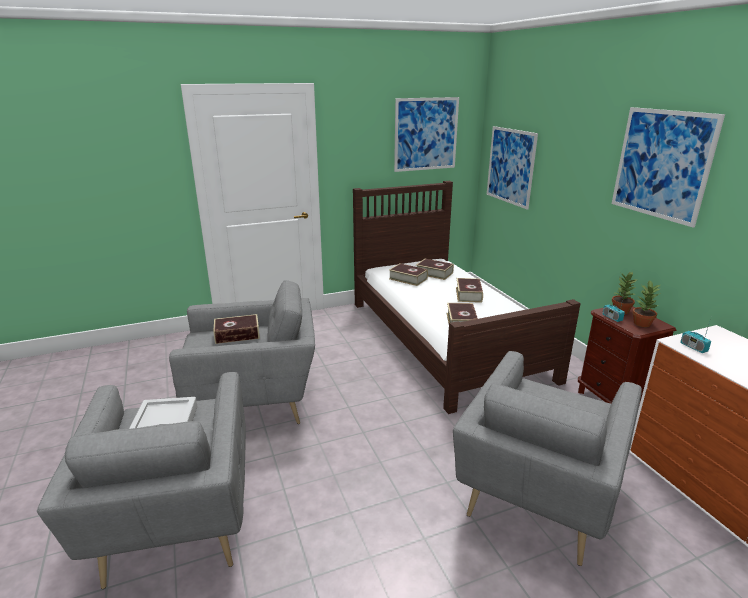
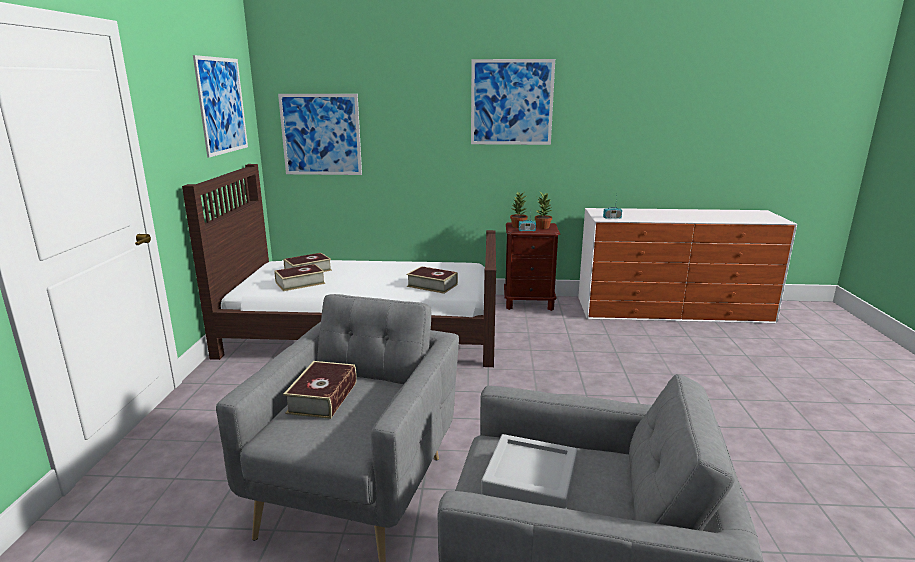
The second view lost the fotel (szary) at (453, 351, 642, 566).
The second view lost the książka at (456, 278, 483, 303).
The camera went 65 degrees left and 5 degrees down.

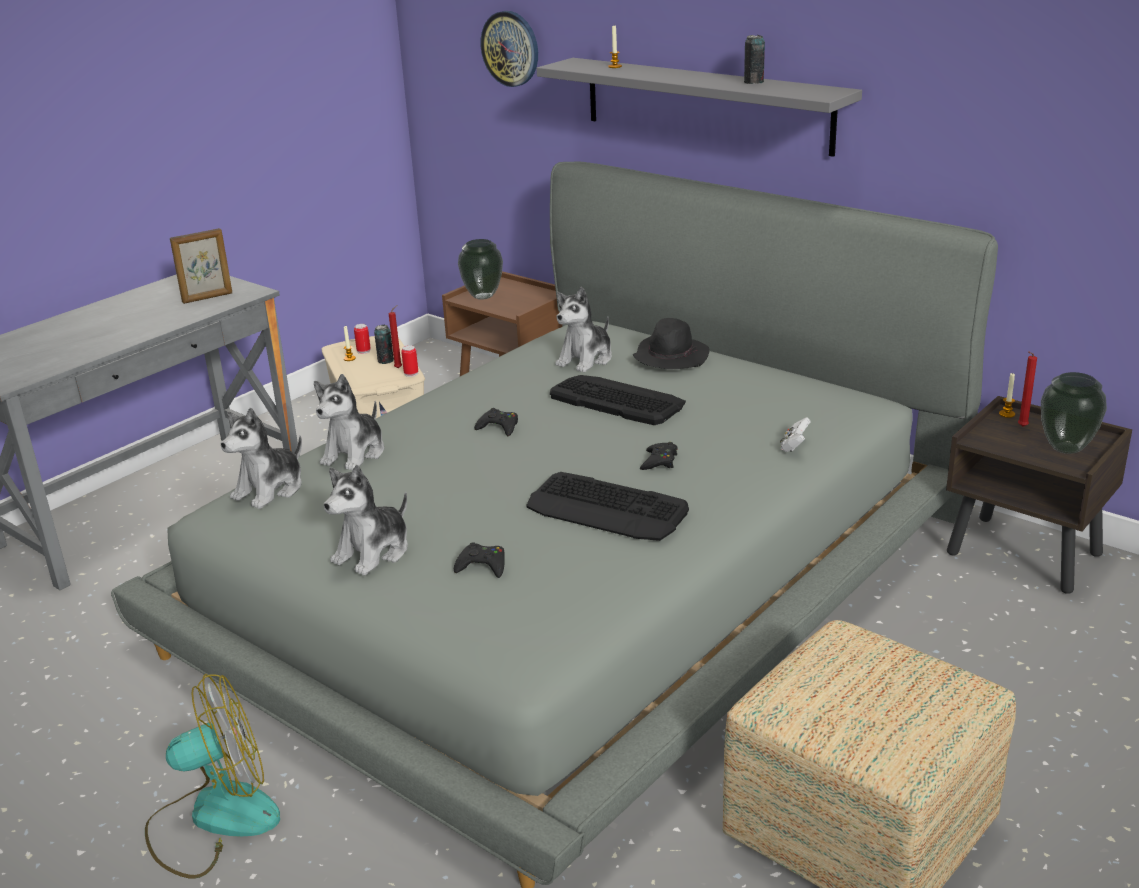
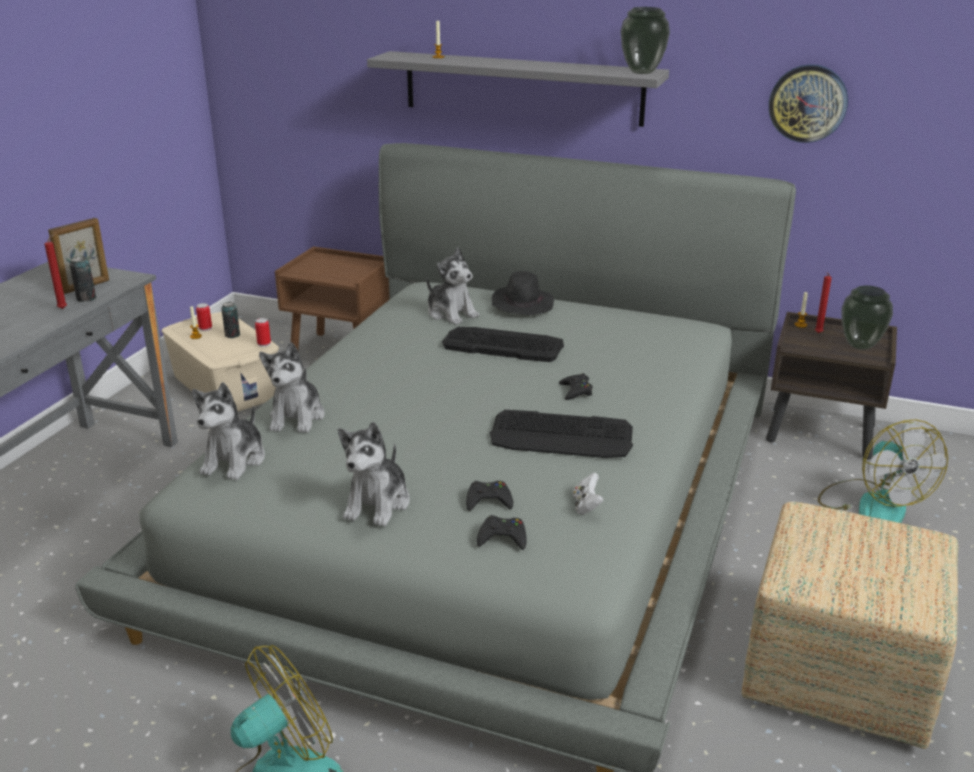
The świeca (czerwony) ended up elsewhere, having gone from (389, 305, 402, 369) to (44, 233, 67, 309).
The puszka ended up elsewhere, having gone from (744, 35, 765, 84) to (70, 256, 96, 302).
The pluszak at (555, 287, 612, 373) ended up facing another way, 60 degrees counterclockwise from before.
The pad do gier (czarny) ended up elsewhere, having gone from (474, 408, 518, 436) to (477, 515, 527, 550).
The pad do gier (biały) ended up elsewhere, having gone from (780, 417, 810, 452) to (573, 473, 604, 515).
The wazon ended up elsewhere, having gone from (458, 239, 503, 300) to (620, 7, 670, 74).
The zegar ścienny ended up elsewhere, having gone from (481, 11, 538, 87) to (768, 64, 848, 143).
The second view gained the wentylator at (818, 419, 948, 523).
The camera went 20 degrees left and 0 degrees up.

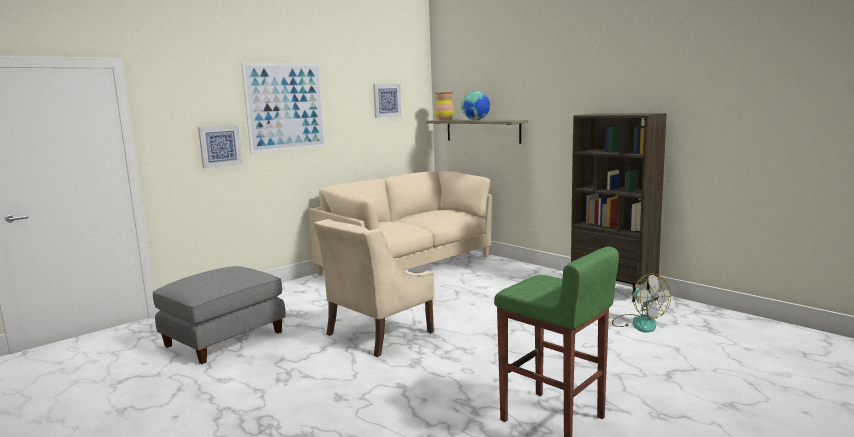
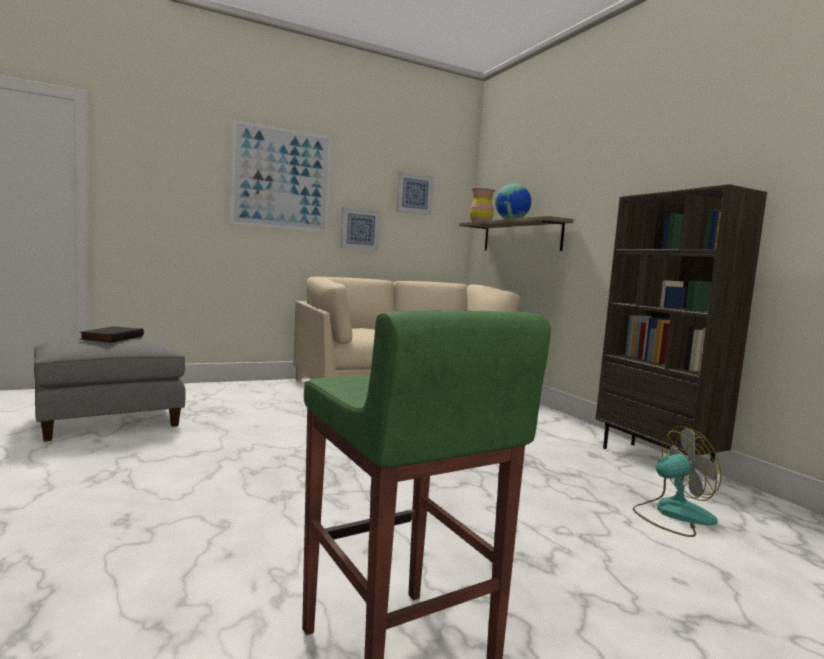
The second view gained the książka (czarny) at (79, 326, 144, 343).
The obraz ended up elsewhere, having gone from (198, 125, 243, 168) to (340, 207, 381, 251).
The wentylator at (612, 273, 671, 333) ended up facing another way, 90 degrees counterclockwise from before.
The second view lost the fotel (beżowy) at (314, 219, 435, 357).
The camera went 15 degrees right and 5 degrees down.

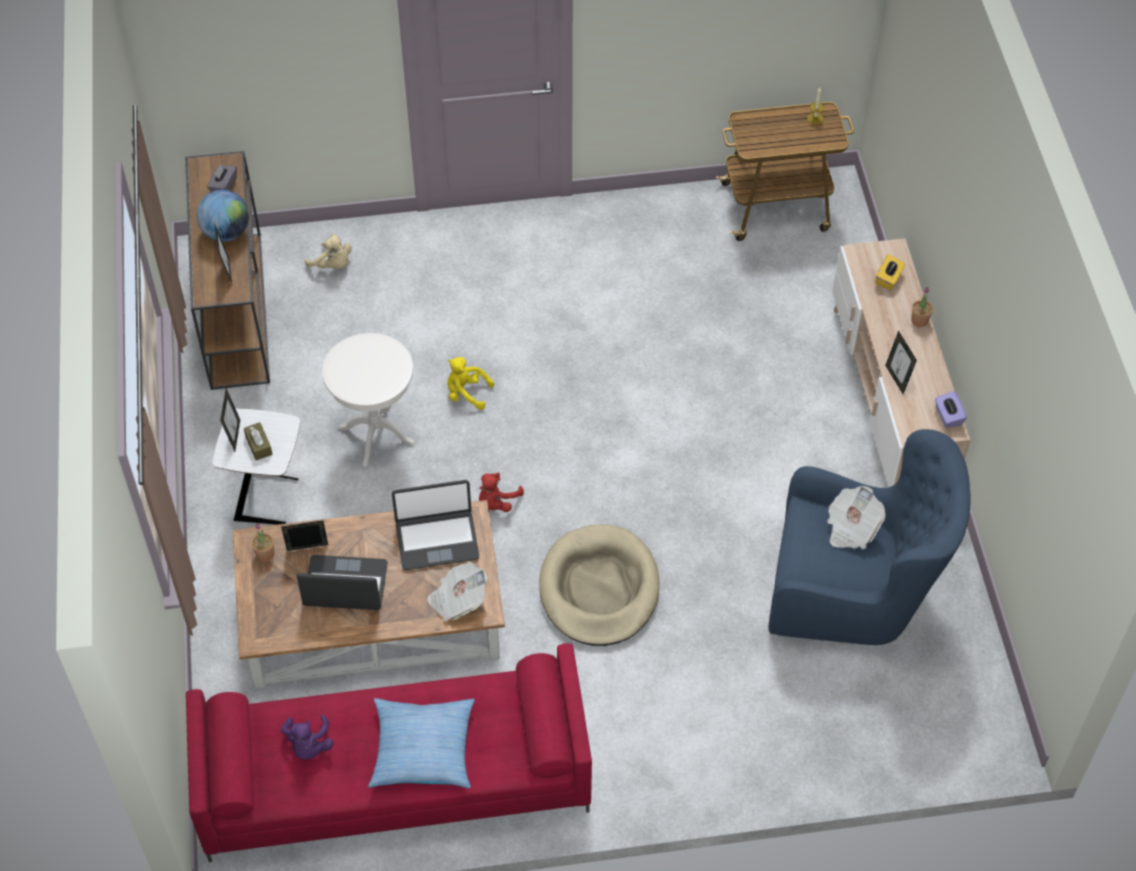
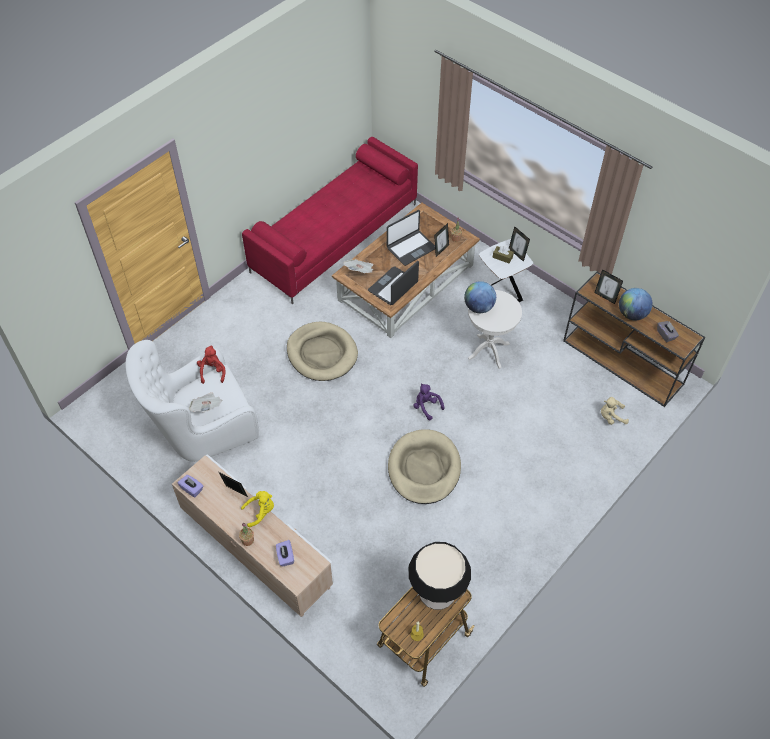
What was the fotel (niebieski) at (769, 429, 971, 645) turned into the fotel (biały) at (125, 340, 259, 462).
The pluszak (czerwony) ended up elsewhere, having gone from (479, 473, 524, 512) to (197, 345, 225, 384).
The pluszak (żółty) ended up elsewhere, having gone from (448, 357, 494, 410) to (241, 491, 274, 528).
What was the pudełko chusteczek (żółty) at (876, 254, 905, 290) turned into the pudełko chusteczek (fioletowy) at (276, 540, 294, 567).
The second view gained the legowisko (beżowy) at (388, 429, 461, 504).
The second view gained the lampa stołowa at (408, 542, 471, 610).
The pluszak (fioletowy) ended up elsewhere, having gone from (281, 715, 334, 760) to (413, 383, 445, 420).
The second view gained the globus at (464, 281, 496, 313).
The second view lost the poduszka at (368, 698, 475, 788).
The camera went 140 degrees right and 0 degrees up.

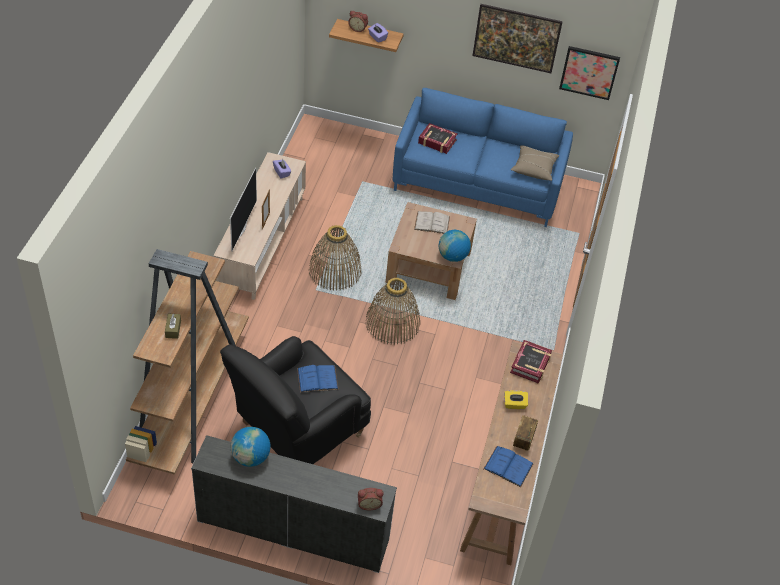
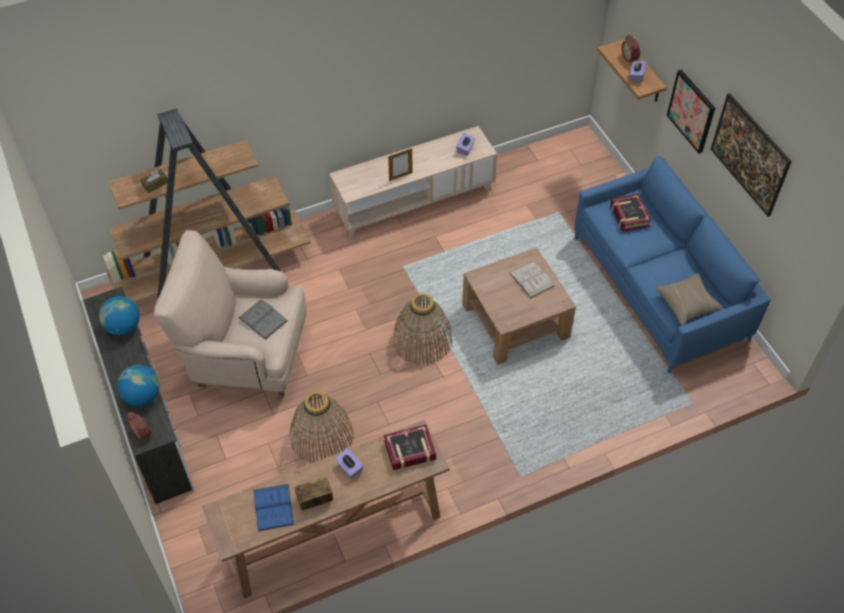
The globus ended up elsewhere, having gone from (439, 230, 471, 262) to (117, 365, 160, 406).
What was the fotel (czarny) at (220, 336, 371, 464) turned into the fotel (beżowy) at (154, 230, 307, 400).
What was the książka (niebieski) at (297, 365, 339, 392) turned into the książka (szary) at (239, 300, 288, 340).
The koszyk ended up elsewhere, having gone from (309, 225, 361, 291) to (290, 391, 354, 464).
What was the pudełko chusteczek (żółty) at (504, 391, 528, 409) turned into the pudełko chusteczek (fioletowy) at (335, 448, 364, 478).
The obraz ended up elsewhere, having gone from (559, 46, 620, 100) to (667, 69, 715, 154).
The second view lost the telewizor at (230, 167, 257, 252).
The camera went 55 degrees right and 5 degrees up.

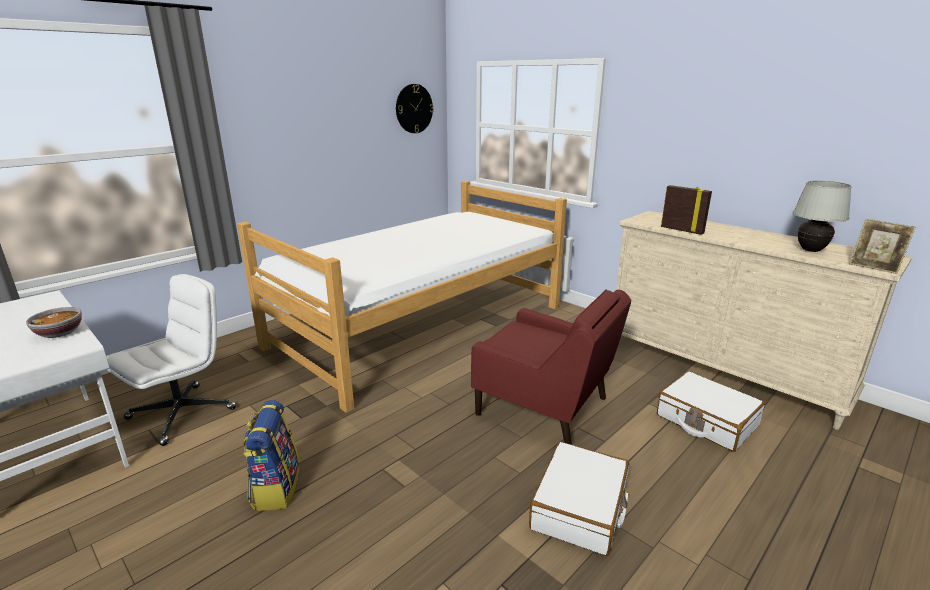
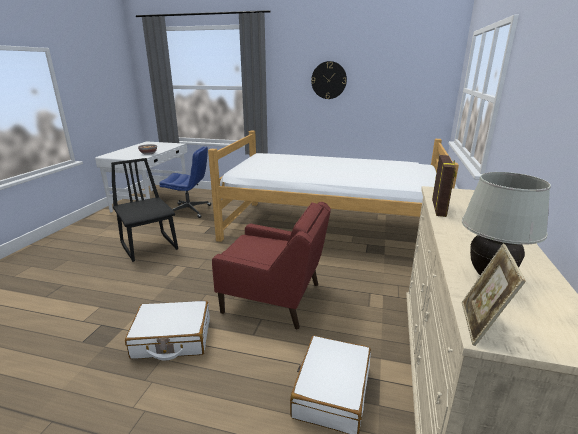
Where the plecak stood at (243, 400, 299, 511), the krzesło (czarny) came to stand at (111, 158, 178, 262).
What was the krzesło biurowe (biały) at (107, 274, 236, 446) turned into the krzesło biurowe (niebieski) at (159, 146, 211, 218).
The fotel (czerwony) at (471, 289, 631, 445) ended up facing another way, 75 degrees counterclockwise from before.
The zegar ścienny ended up elsewhere, having gone from (396, 84, 434, 133) to (311, 61, 347, 99).
The camera went 60 degrees right and 0 degrees up.

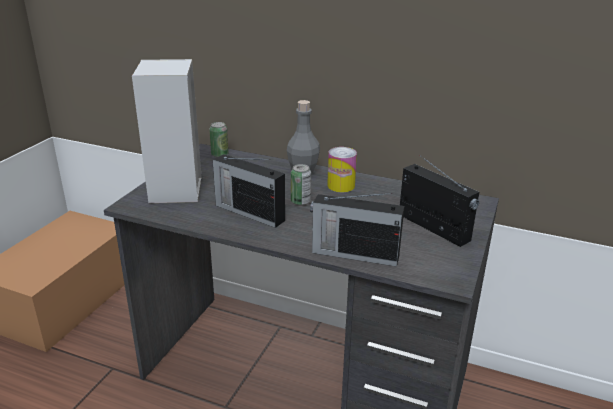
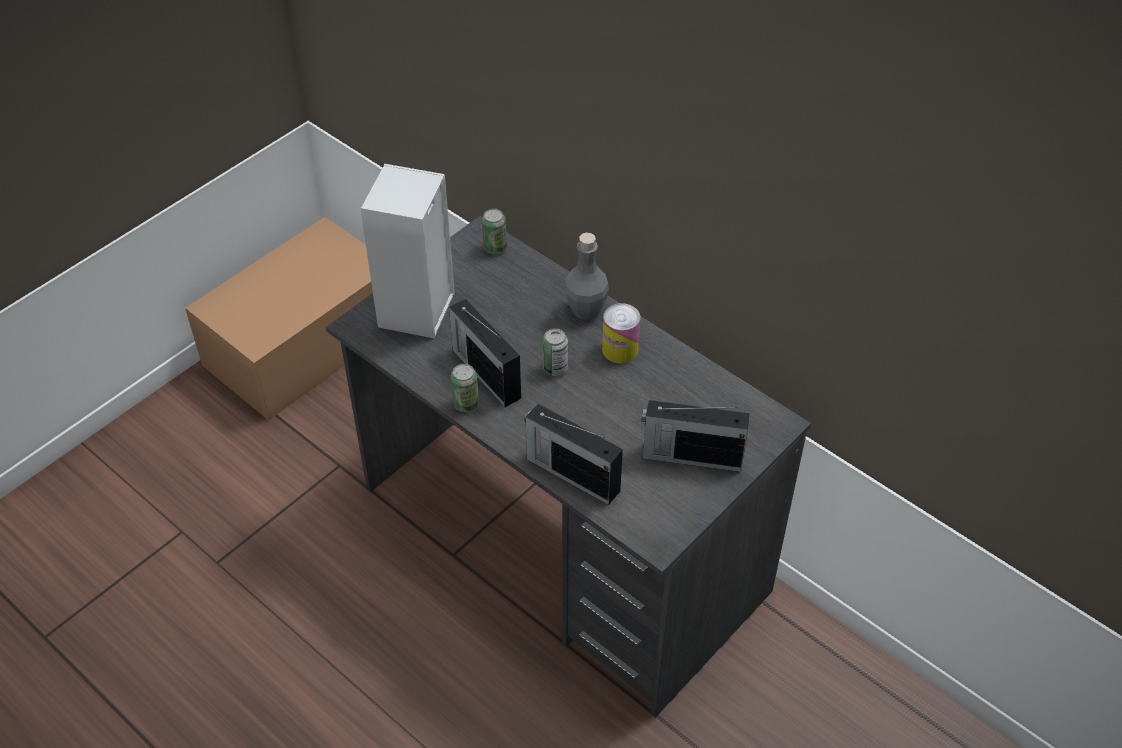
The second view gained the puszka at (451, 364, 479, 412).
The radio at (400, 155, 479, 247) ended up facing another way, 120 degrees clockwise from before.
The camera went 20 degrees right and 20 degrees up.

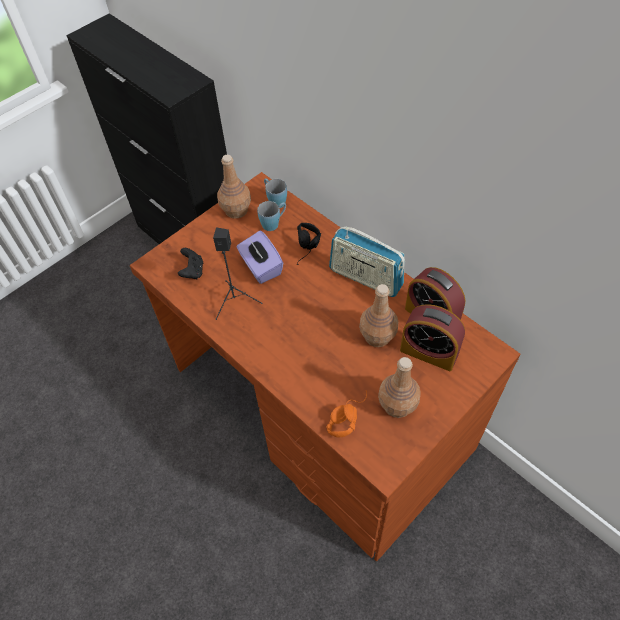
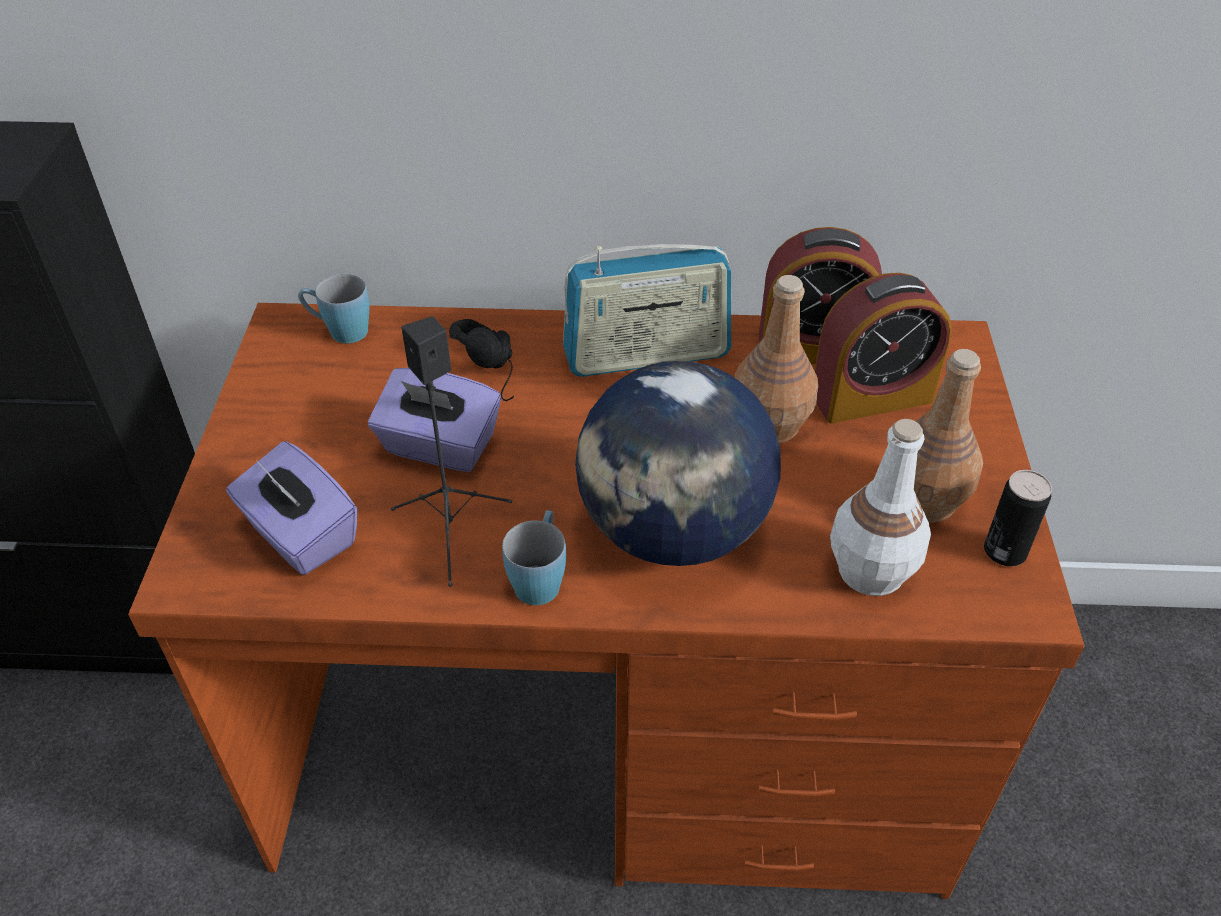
Where the pad do gier (czarny) stood at (178, 248, 203, 280), the pudełko chusteczek (fioletowy) came to stand at (226, 441, 357, 575).
The kubek (niebieski) ended up elsewhere, having gone from (257, 201, 286, 231) to (502, 510, 566, 605).
The second view gained the globus at (575, 361, 781, 566).
Where the słuchawki (pomarańczowy) stood at (326, 391, 367, 438), the butelka (biały) came to stand at (830, 419, 931, 596).
The second view gained the puszka at (984, 470, 1052, 566).
The second view lost the butelka (brązowy) at (217, 155, 251, 219).
The camera went 45 degrees left and 10 degrees down.

